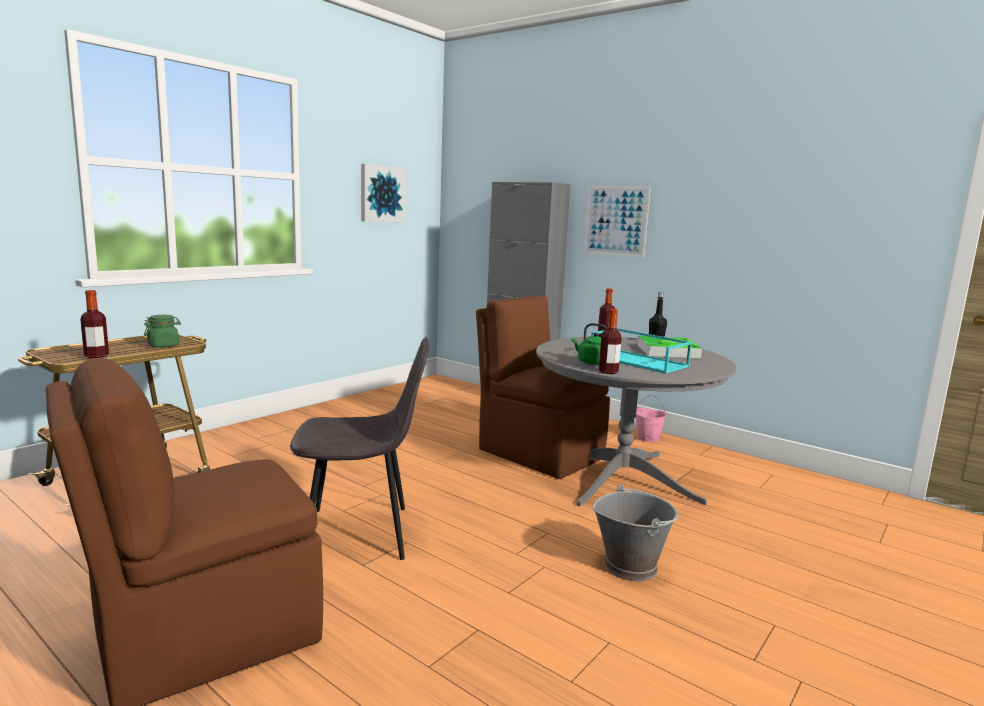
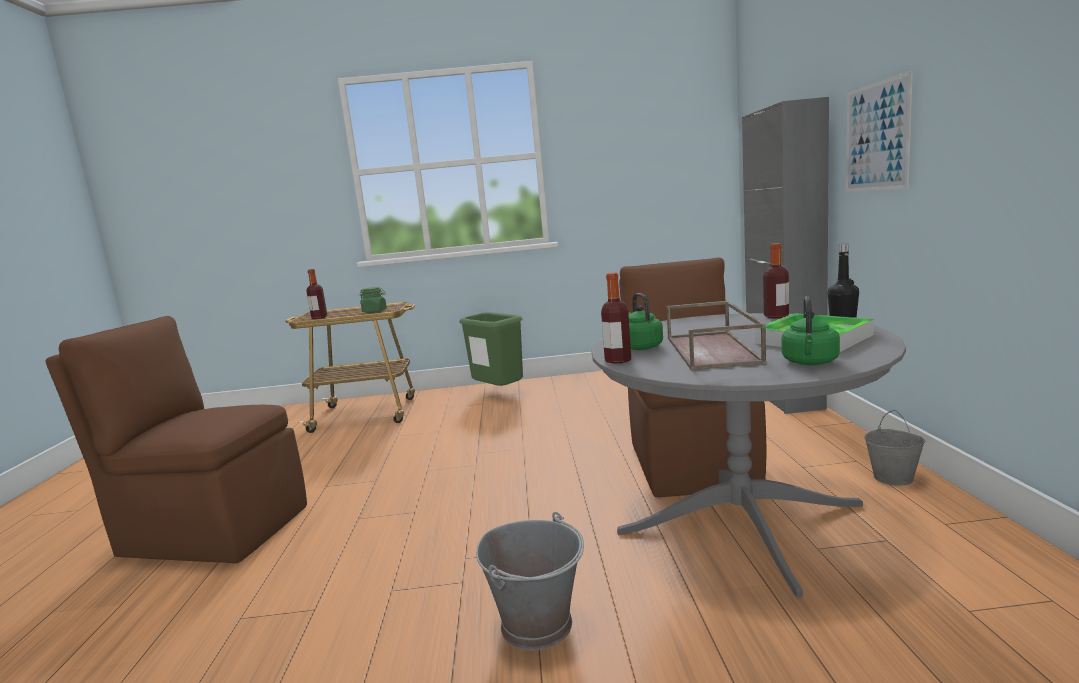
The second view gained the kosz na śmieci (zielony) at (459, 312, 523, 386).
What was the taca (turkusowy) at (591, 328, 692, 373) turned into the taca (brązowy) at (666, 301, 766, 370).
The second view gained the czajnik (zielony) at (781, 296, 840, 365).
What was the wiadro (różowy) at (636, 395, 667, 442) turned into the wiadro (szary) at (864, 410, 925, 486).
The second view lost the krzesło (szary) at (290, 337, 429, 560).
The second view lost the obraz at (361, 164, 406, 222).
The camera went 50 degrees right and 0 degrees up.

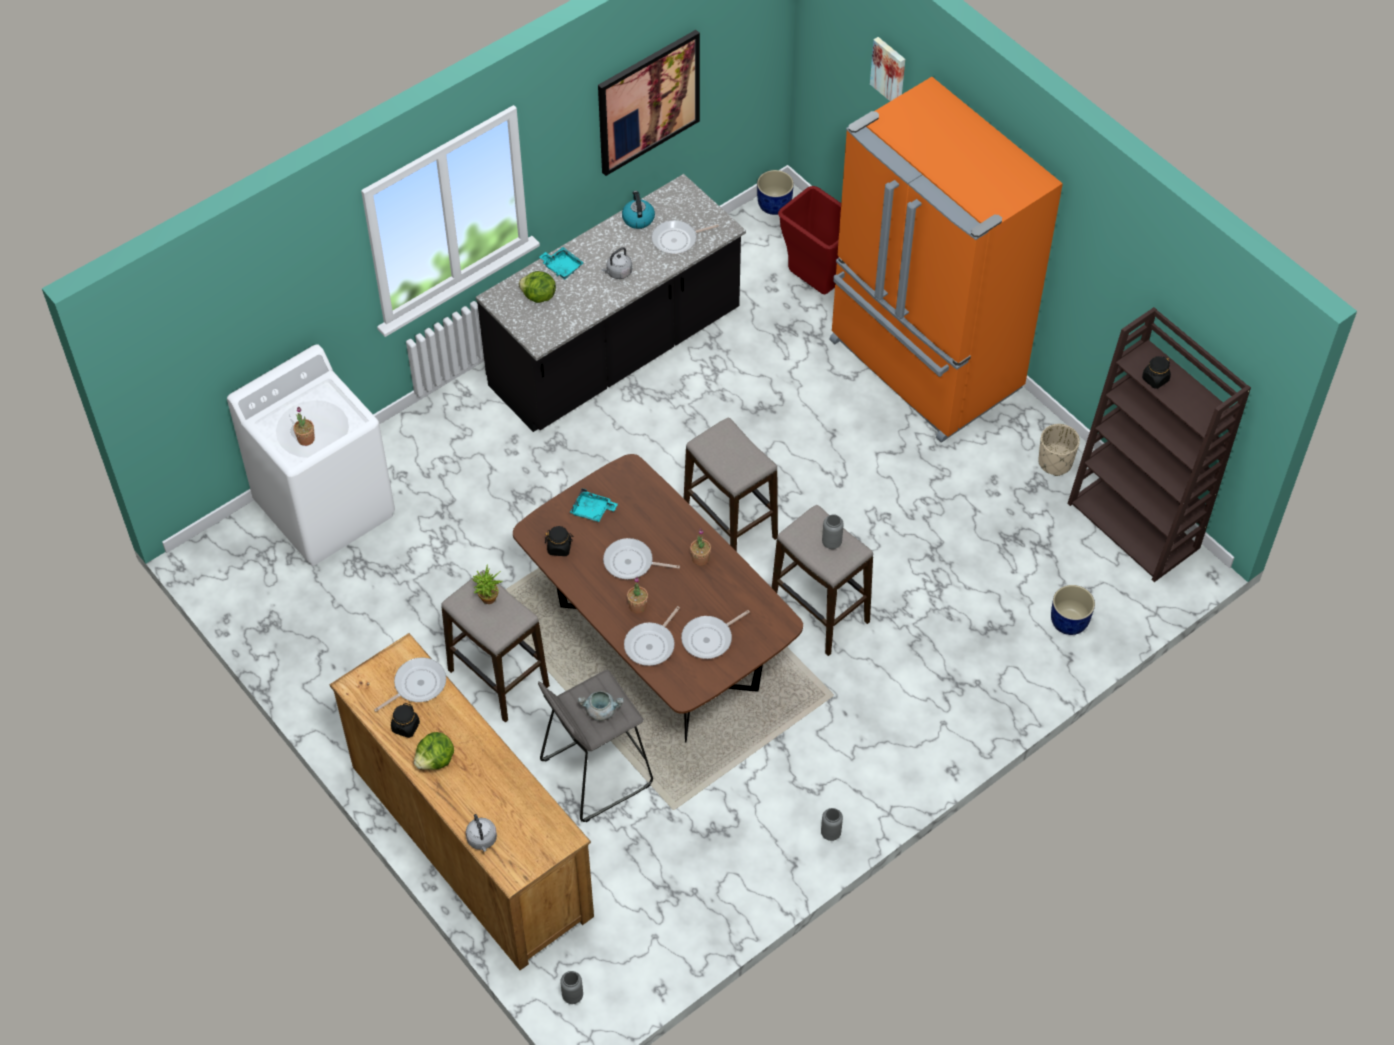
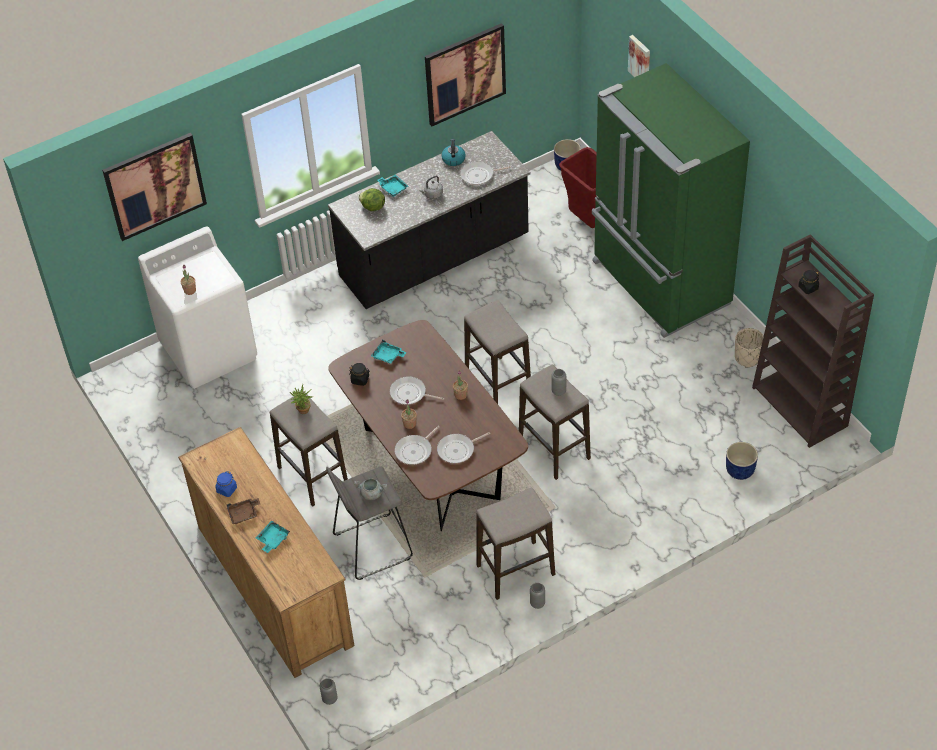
The second view gained the obraz at (102, 133, 207, 241).
What was the słoik (czarny) at (391, 703, 420, 738) turned into the słoik (niebieski) at (216, 471, 237, 497).
Where the sałata stood at (414, 732, 454, 770), the taca (brązowy) came to stand at (227, 498, 260, 524).
The second view gained the taca (turkusowy) at (255, 521, 290, 553).
The second view gained the stołek at (476, 487, 555, 600).
What was the lodówka (pomarańczowy) at (829, 77, 1063, 443) turned into the lodówka (zielony) at (592, 63, 750, 338).
The second view lost the patelnia at (374, 658, 446, 712).
The second view lost the czajnik (szary) at (466, 814, 497, 852).
The camera went 10 degrees right and 5 degrees down.

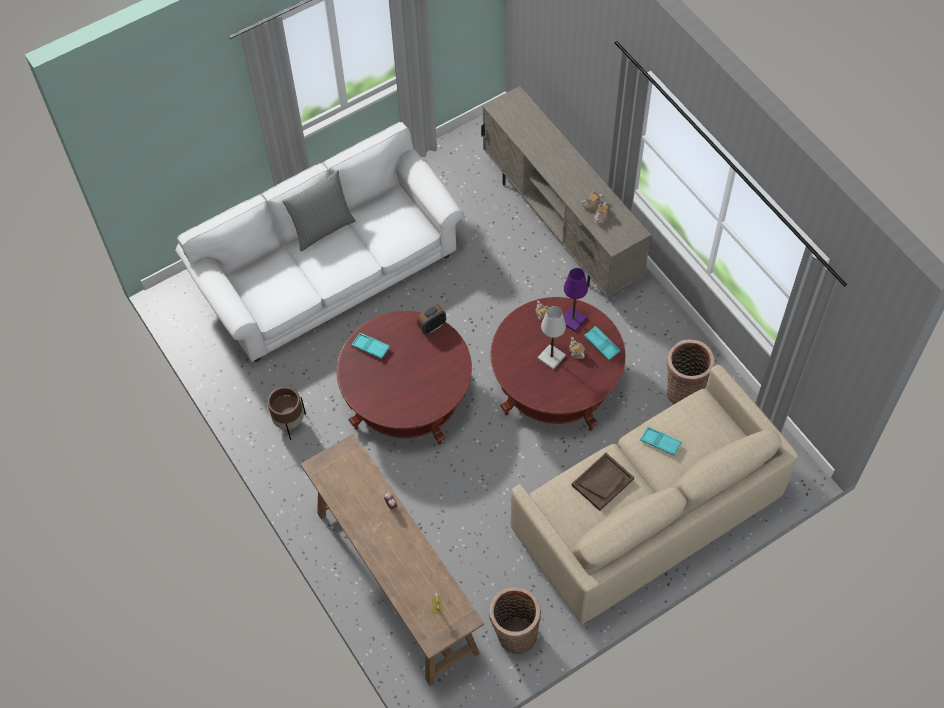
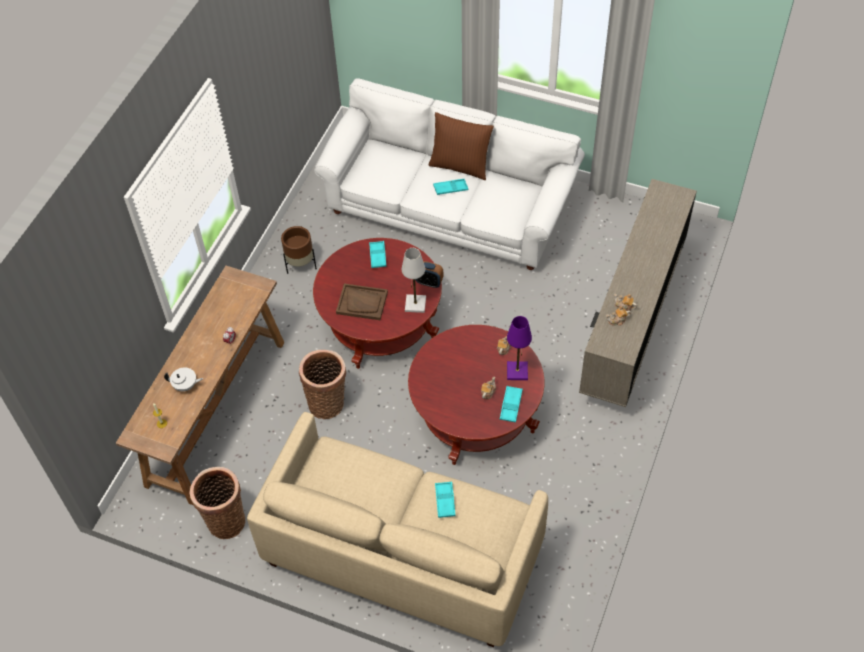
The second view gained the imbryk (biały) at (164, 367, 203, 392).
The koszyk ended up elsewhere, having gone from (667, 340, 714, 405) to (299, 350, 346, 419).
The taca (brązowy) ended up elsewhere, having gone from (572, 453, 634, 511) to (336, 284, 388, 320).
The lampa stołowa (biały) ended up elsewhere, having gone from (538, 306, 566, 370) to (402, 248, 426, 313).
What was the poduszka (szary) at (282, 170, 356, 251) turned into the poduszka (brązowy) at (428, 112, 494, 180).
The second view gained the taca (turkusowy) at (433, 179, 468, 195).
The camera went 55 degrees right and 5 degrees down.

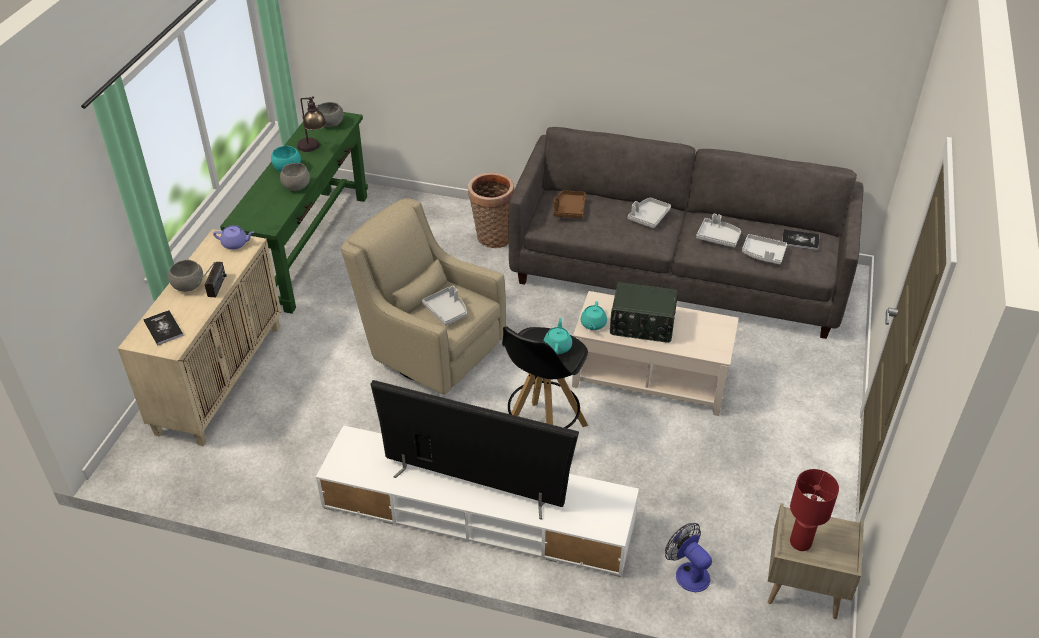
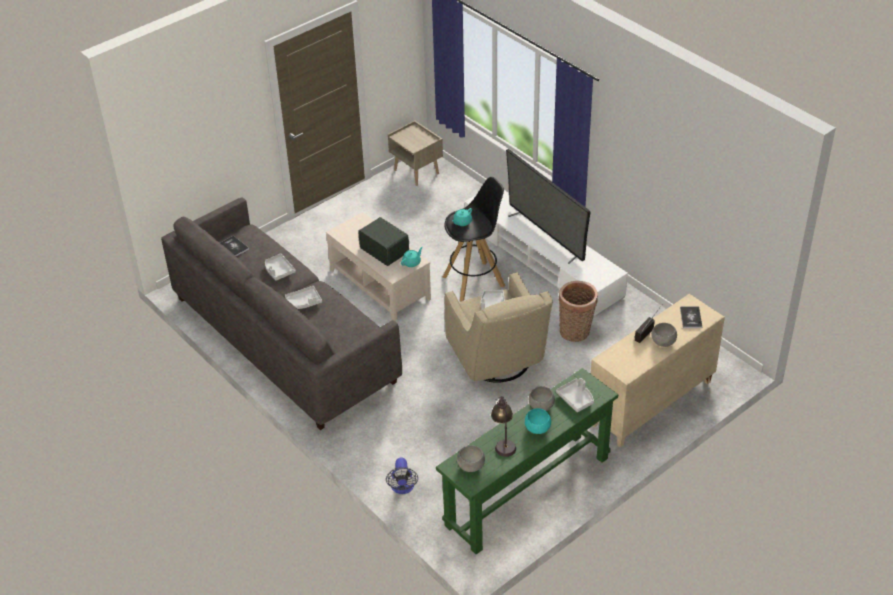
The wentylator ended up elsewhere, having gone from (665, 523, 712, 592) to (386, 458, 418, 494).
The taca (szary) ended up elsewhere, having gone from (742, 234, 787, 264) to (556, 378, 594, 412).
The koszyk ended up elsewhere, having gone from (468, 173, 514, 248) to (558, 281, 598, 342).
The second view lost the imbryk (fioletowy) at (213, 225, 254, 250).
The second view lost the taca (brązowy) at (553, 190, 586, 218).
The second view lost the lampa stołowa (czerwony) at (790, 469, 839, 551).
The camera went 145 degrees left and 0 degrees up.

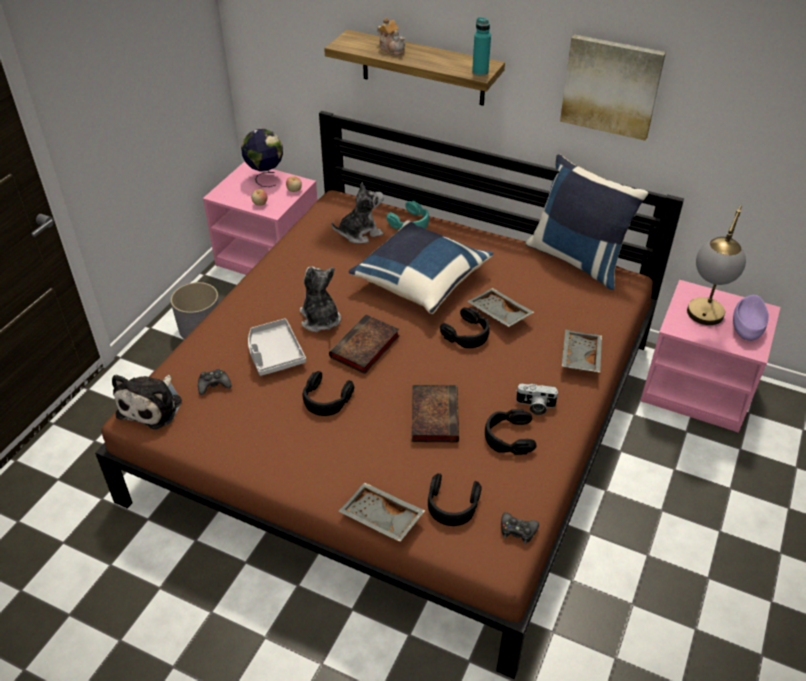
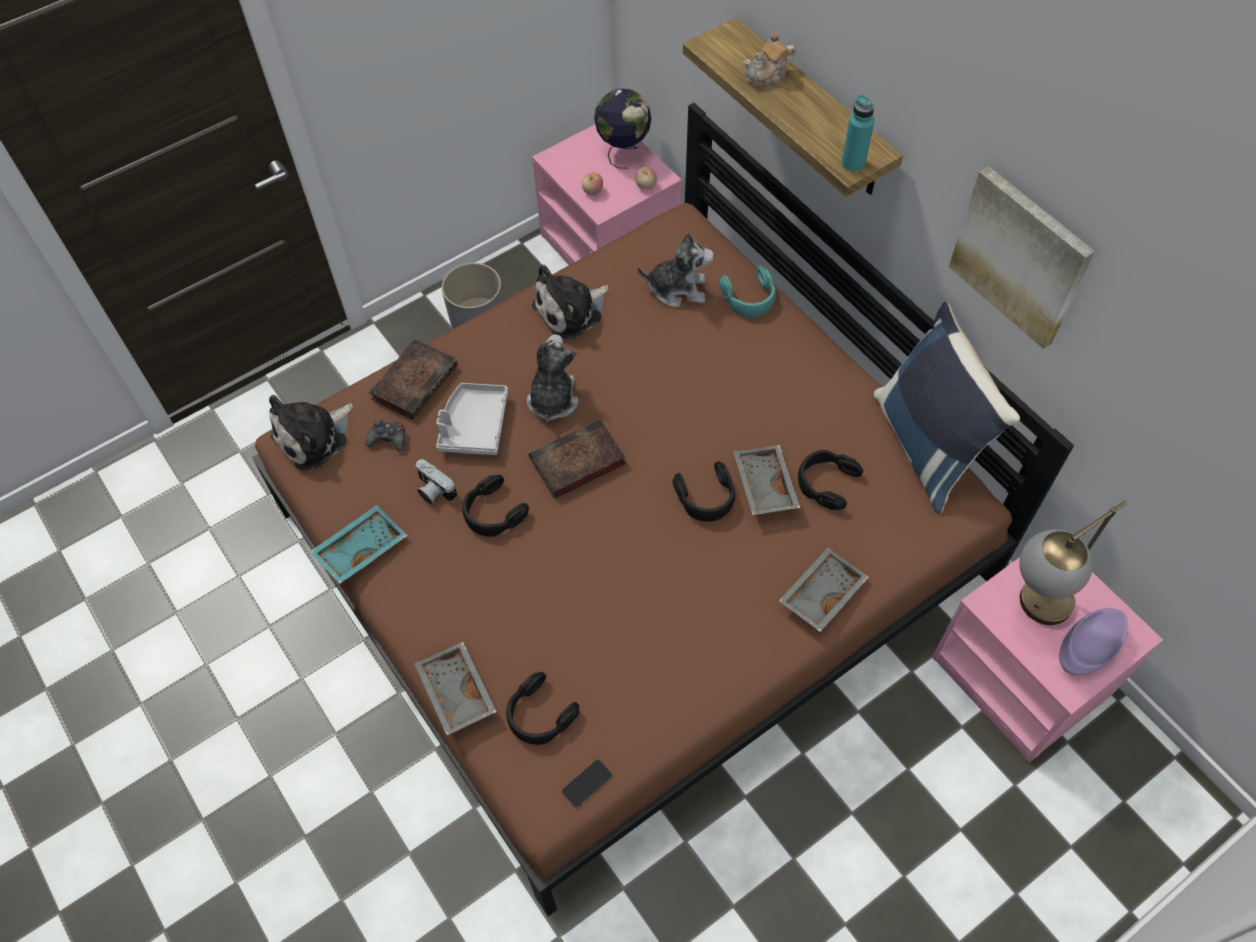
The second view gained the taca (turkusowy) at (309, 505, 408, 584).
The książka ended up elsewhere, having gone from (412, 385, 459, 442) to (369, 339, 458, 420).
The aparat fotograficzny ended up elsewhere, having gone from (516, 384, 559, 415) to (416, 459, 457, 504).
The second view gained the pluszak at (532, 264, 609, 339).
Where the pad do gier (czarny) stood at (501, 512, 539, 544), the telefon came to stand at (562, 760, 612, 808).
The imbryk at (377, 17, 405, 55) ended up facing another way, 75 degrees clockwise from before.
The słuchawki (czarny) ended up elsewhere, having gone from (485, 409, 537, 455) to (798, 450, 863, 510).
The second view lost the poduszka (niebieski) at (349, 220, 493, 314).
The camera went 30 degrees right and 15 degrees up.

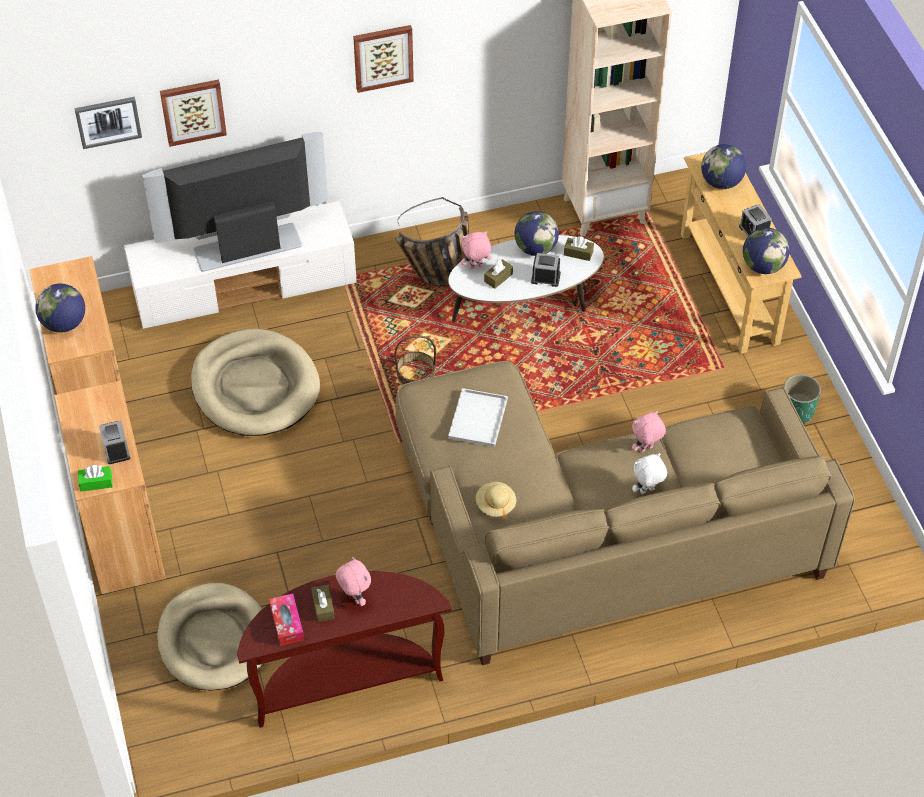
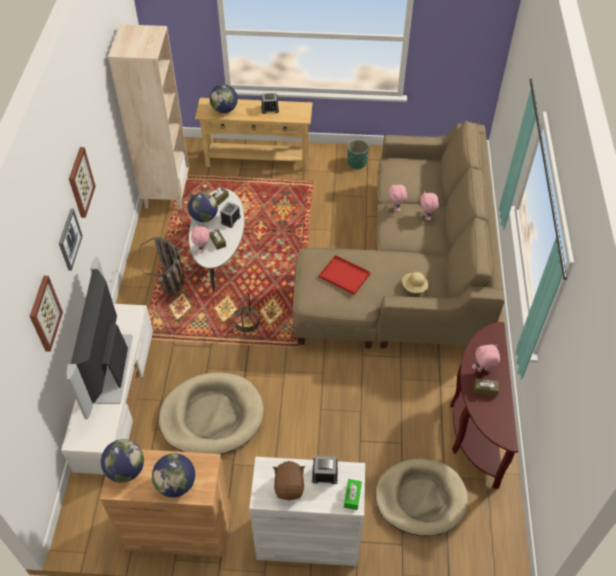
The obraz ended up elsewhere, having gone from (74, 97, 142, 149) to (59, 208, 83, 271).
The globus ended up elsewhere, having gone from (743, 228, 790, 274) to (101, 439, 144, 483).
What was the szafka (brązowy) at (54, 381, 166, 594) turned into the szafka (biały) at (249, 457, 365, 566).
The second view gained the pluszak (brązowy) at (273, 461, 305, 501).
What was the taca (biały) at (448, 388, 508, 447) turned into the taca (czerwony) at (319, 255, 371, 295).
What was the pluszak (biały) at (632, 453, 667, 494) turned into the pluszak (różowy) at (420, 191, 439, 220).
The second view lost the pudełko chusteczek at (269, 594, 304, 646).
The camera went 70 degrees left and 0 degrees up.

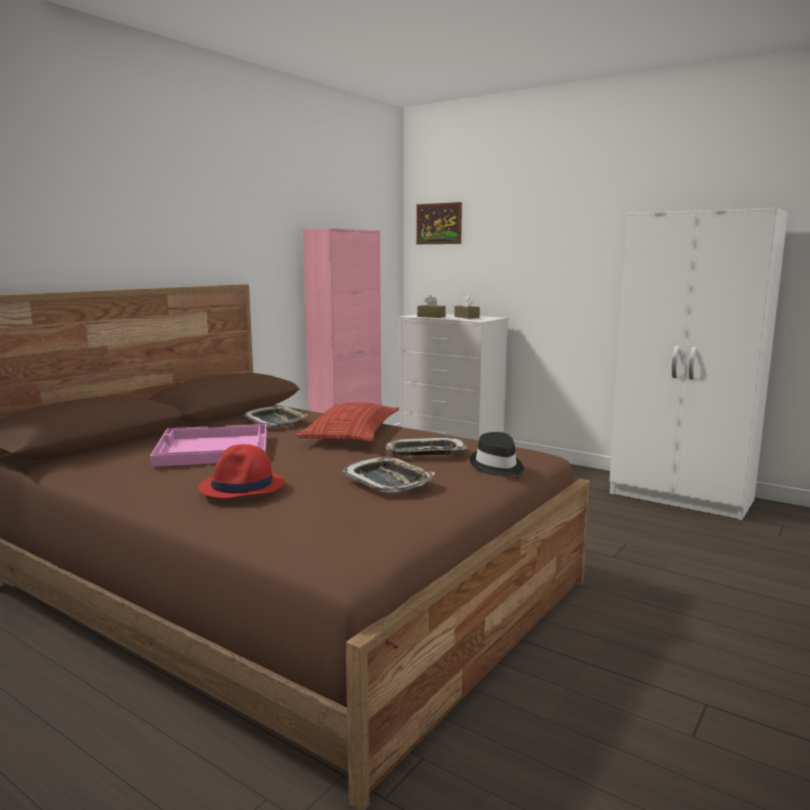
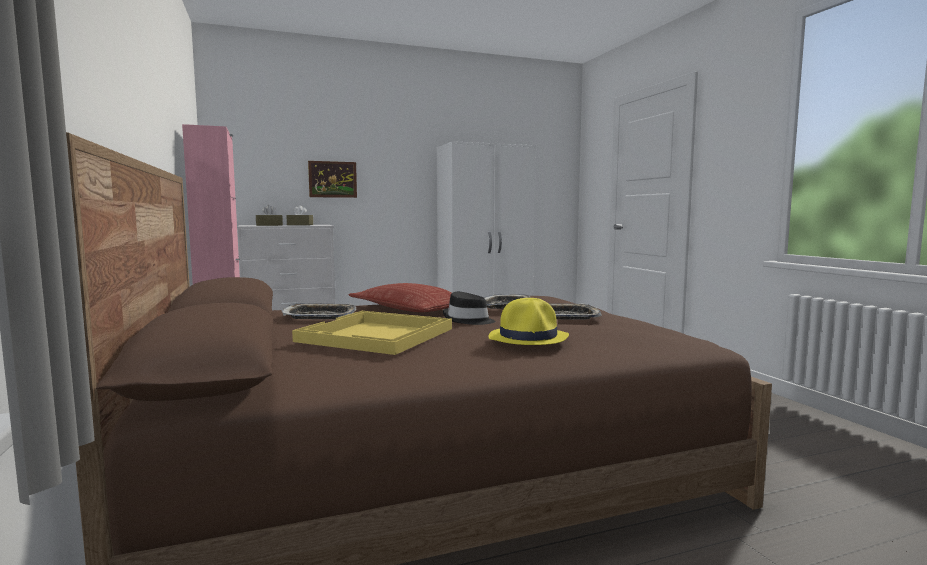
What was the taca (różowy) at (150, 424, 267, 467) turned into the taca (żółty) at (292, 311, 452, 355).
The obraz ended up elsewhere, having gone from (416, 202, 462, 244) to (308, 161, 357, 198).
The kapelusz (czarny) ended up elsewhere, having gone from (470, 432, 524, 476) to (443, 292, 495, 325).
What was the kapelusz (czerwony) at (198, 444, 285, 498) turned into the kapelusz (żółty) at (489, 298, 569, 345).
The camera went 55 degrees left and 5 degrees down.

